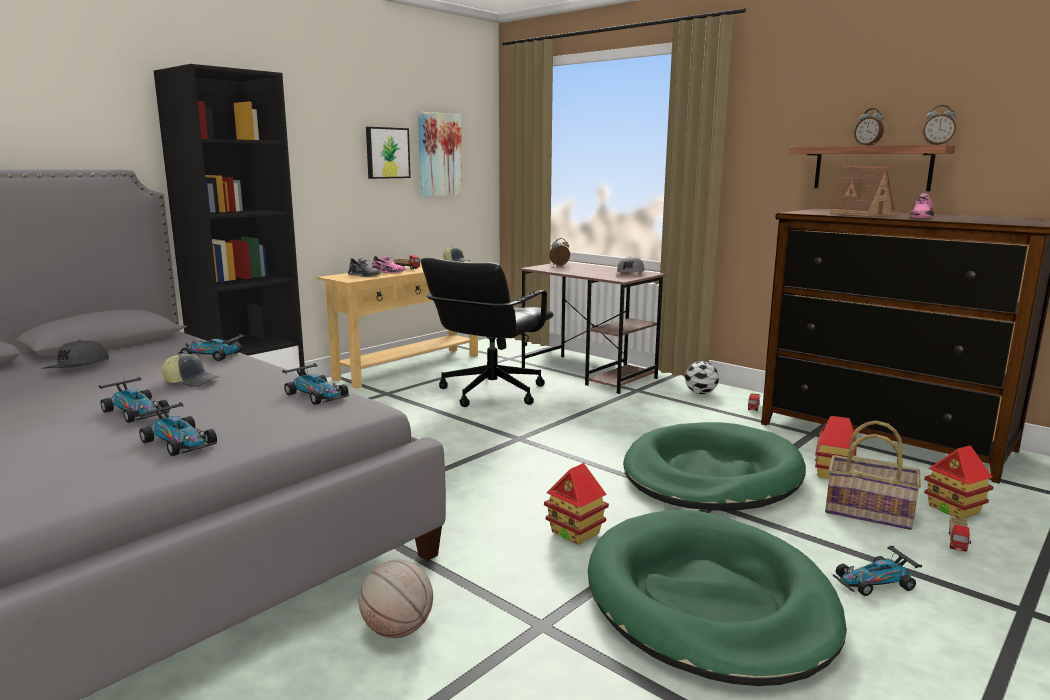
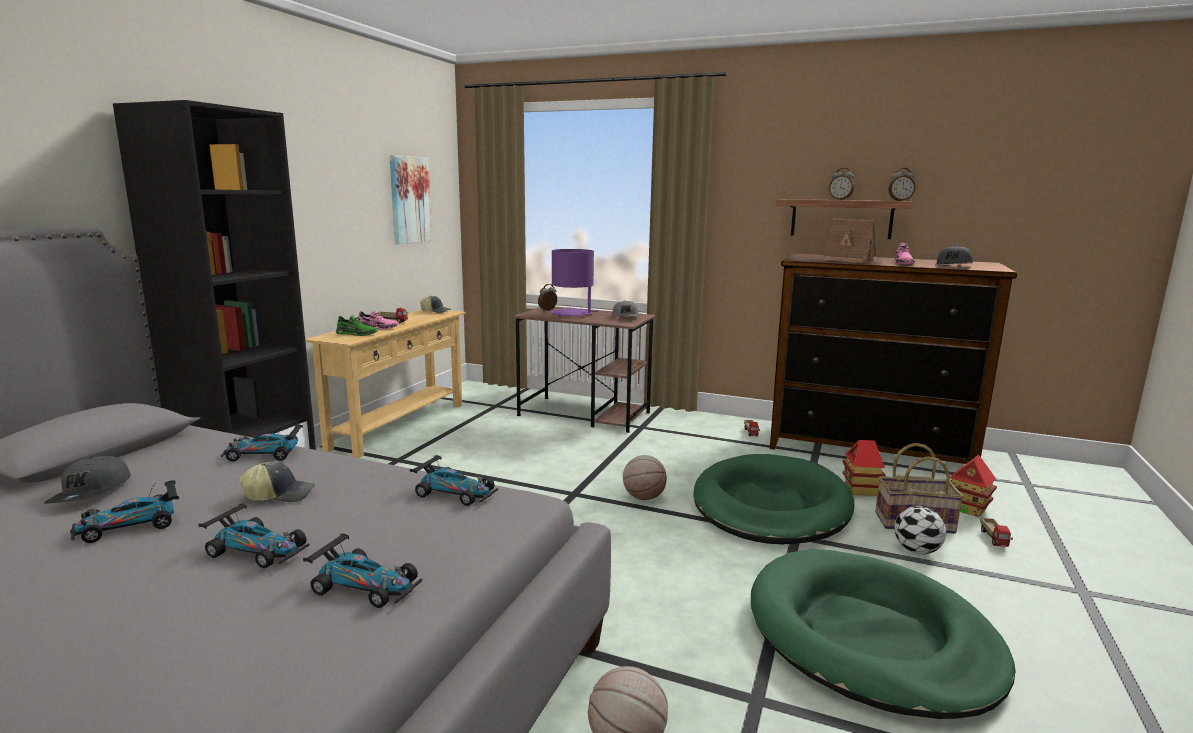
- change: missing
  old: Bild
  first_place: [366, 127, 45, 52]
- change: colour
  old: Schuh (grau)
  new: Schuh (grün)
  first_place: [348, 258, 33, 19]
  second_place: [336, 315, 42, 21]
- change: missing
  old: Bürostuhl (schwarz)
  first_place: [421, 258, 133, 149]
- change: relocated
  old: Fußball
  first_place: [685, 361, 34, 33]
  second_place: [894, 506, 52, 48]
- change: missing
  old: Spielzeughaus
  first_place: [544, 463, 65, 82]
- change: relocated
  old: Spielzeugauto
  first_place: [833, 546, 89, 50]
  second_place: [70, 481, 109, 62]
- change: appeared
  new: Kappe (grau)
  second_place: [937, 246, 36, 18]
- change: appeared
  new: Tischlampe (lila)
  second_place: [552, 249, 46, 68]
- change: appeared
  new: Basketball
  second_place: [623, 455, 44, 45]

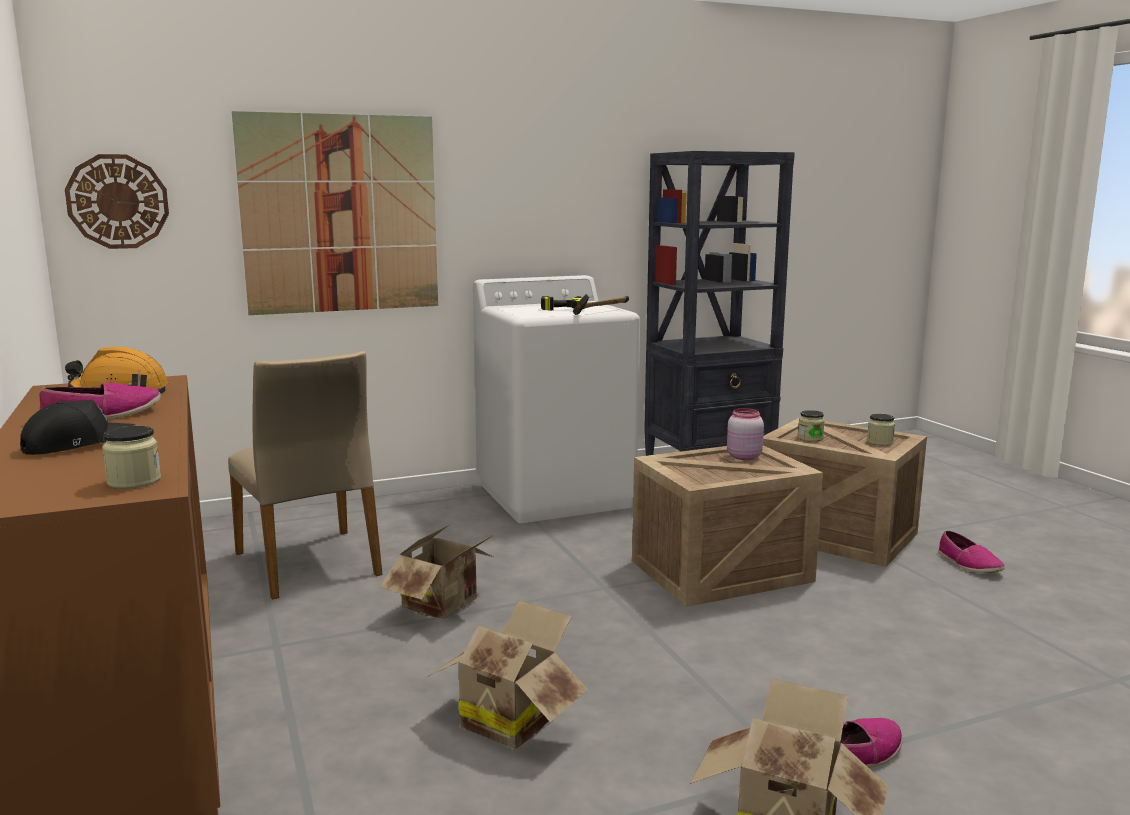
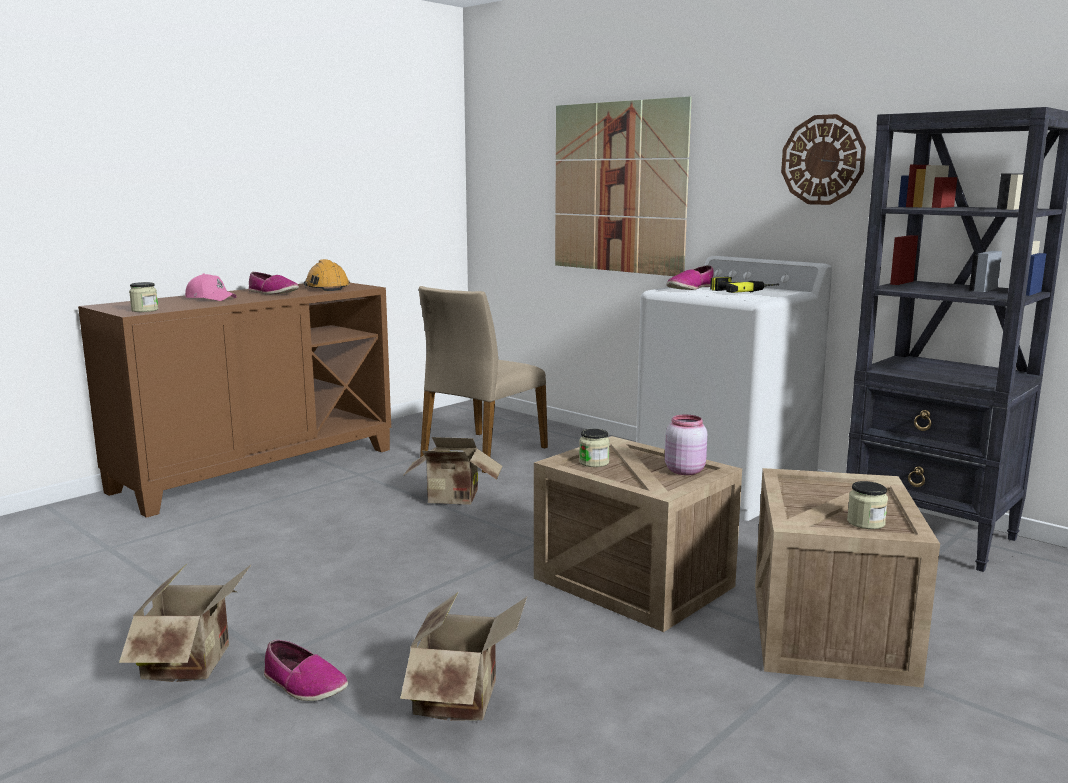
- change: relocated
  old: Wanduhr
  first_place: [65, 154, 104, 95]
  second_place: [781, 114, 85, 91]
- change: missing
  old: Hammer
  first_place: [573, 294, 56, 21]
- change: colour
  old: Kappe (schwarz)
  new: Kappe (rosa)
  first_place: [20, 400, 116, 55]
  second_place: [185, 274, 51, 27]
- change: relocated
  old: Vorratsglas
  first_place: [798, 410, 27, 32]
  second_place: [579, 429, 31, 38]
- change: relocated
  old: Schuh
  first_place: [938, 531, 67, 42]
  second_place: [667, 265, 46, 25]
- change: relocated
  old: Karton
  first_place: [429, 600, 159, 149]
  second_place: [400, 592, 127, 129]

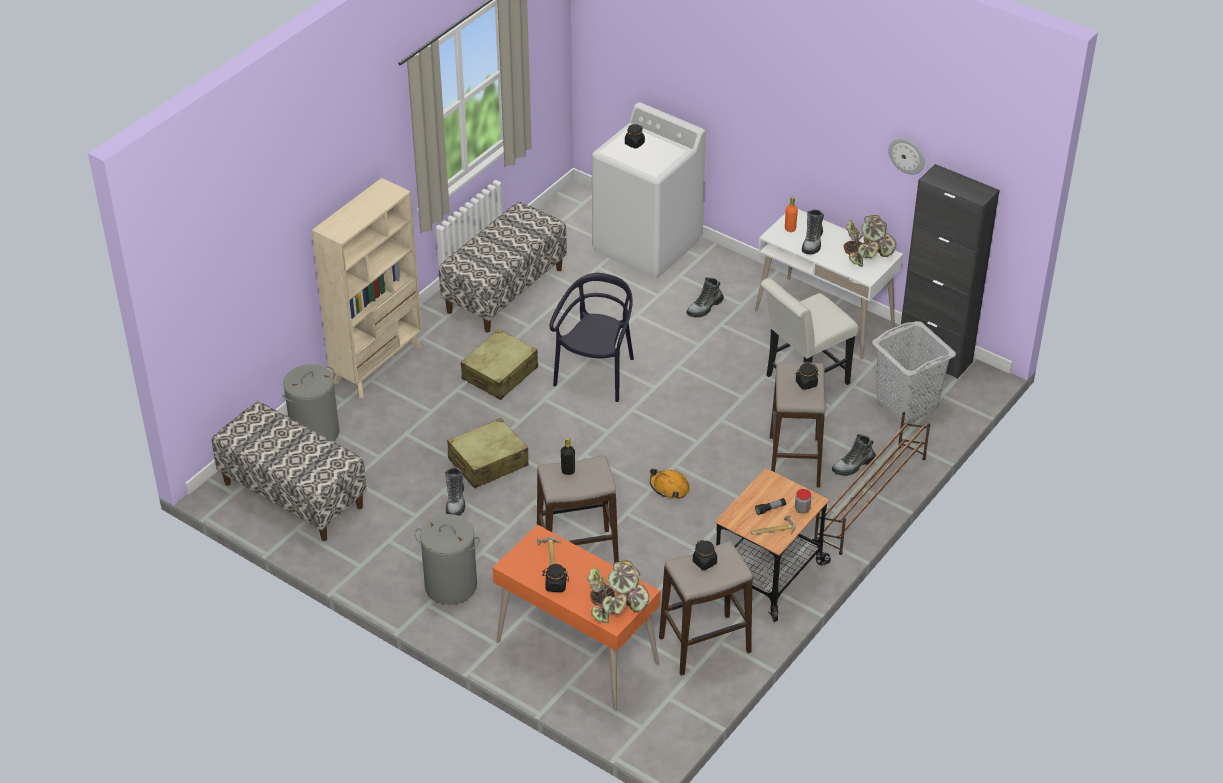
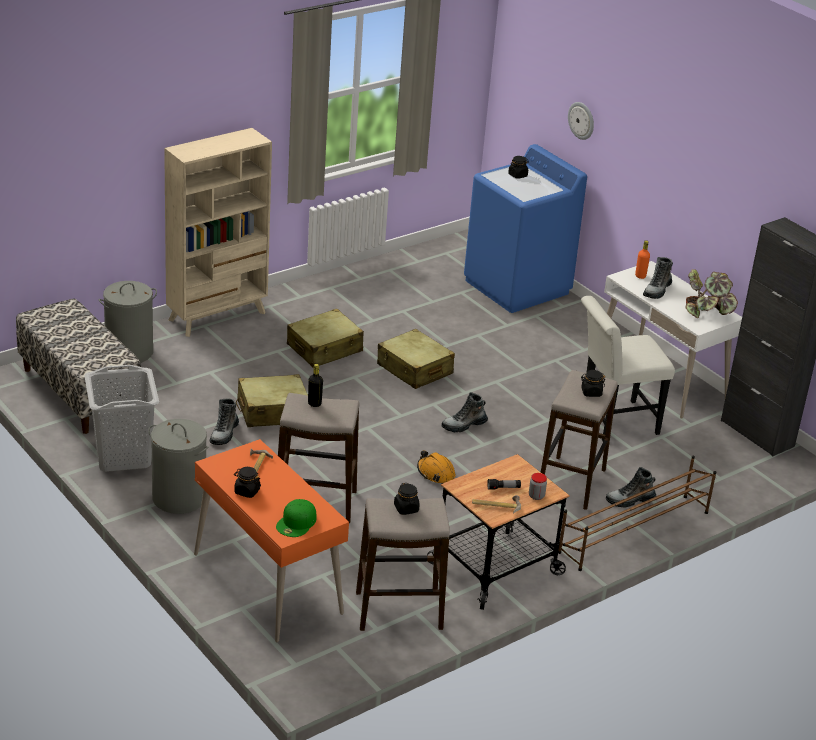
- change: colour
  old: Waschmaschine (weiß)
  new: Waschmaschine (blau)
  first_place: [592, 102, 114, 177]
  second_place: [464, 144, 123, 169]
- change: relocated
  old: Wanduhr
  first_place: [888, 138, 37, 37]
  second_place: [568, 102, 26, 38]
- change: missing
  old: Bank
  first_place: [439, 202, 128, 131]
- change: exchanged
  old: Stuhl (schwarz)
  new: Koffer (beige)
  first_place: [550, 273, 84, 129]
  second_place: [377, 329, 78, 60]
- change: relocated
  old: Stiefel
  first_place: [686, 277, 38, 40]
  second_place: [441, 392, 47, 40]
- change: relocated
  old: Wäschekorb (grau)
  first_place: [872, 321, 84, 102]
  second_place: [84, 365, 75, 107]
- change: exchanged
  old: Topfpflanze
  new: Kappe (grün)
  first_place: [587, 560, 63, 63]
  second_place: [276, 499, 41, 38]

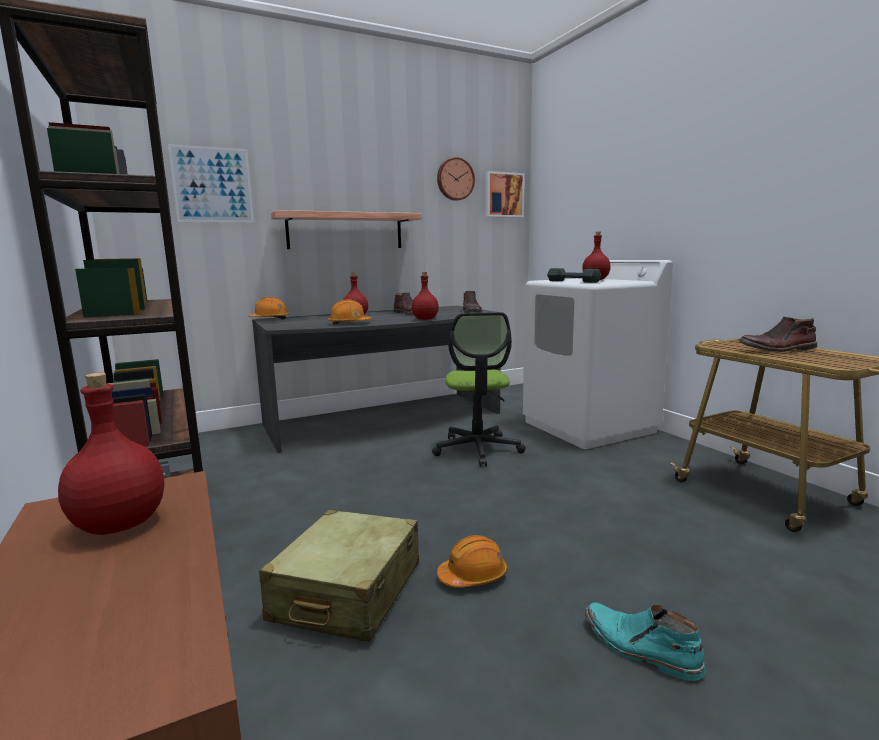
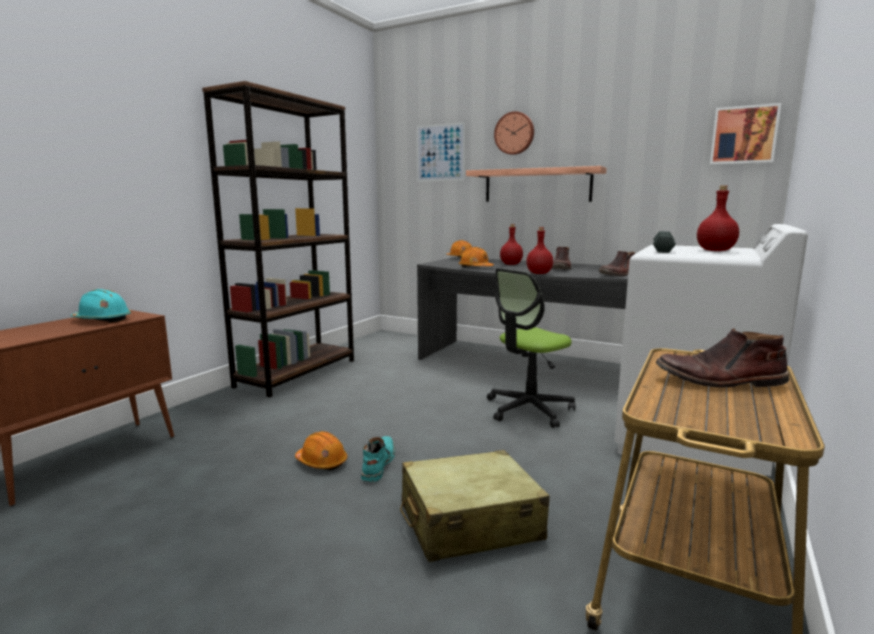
- change: relocated
  old: Wanduhr
  first_place: [437, 157, 38, 44]
  second_place: [494, 111, 40, 44]
- change: spun
  old: Stiefel (braun)
  first_place: [739, 317, 78, 35]
  second_place: [656, 328, 133, 60]
  degrees: -45
- change: exchanged
  old: Flasche (rot)
  new: Schutzhelm (türkis)
  first_place: [58, 373, 106, 162]
  second_place: [71, 289, 60, 34]
- change: relocated
  old: Koffer (beige)
  first_place: [259, 510, 160, 132]
  second_place: [400, 450, 150, 112]
- change: relocated
  old: Stiefel (türkis)
  first_place: [585, 603, 121, 78]
  second_place: [361, 436, 34, 46]

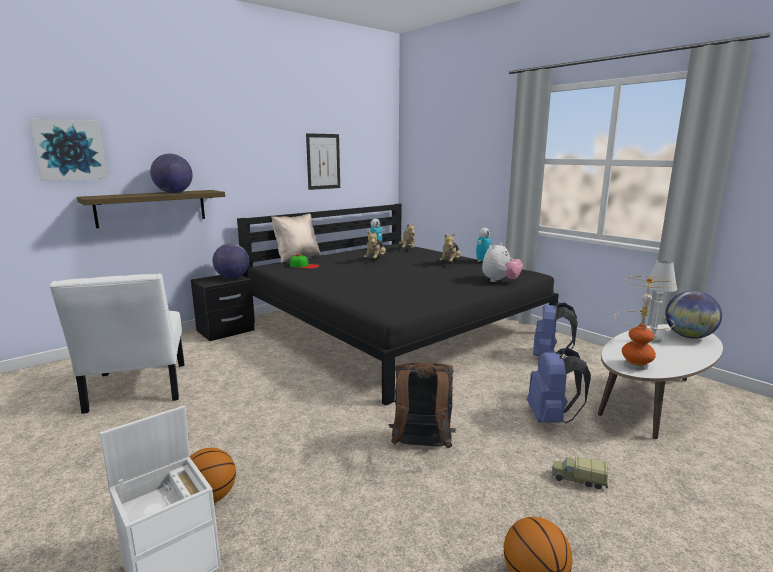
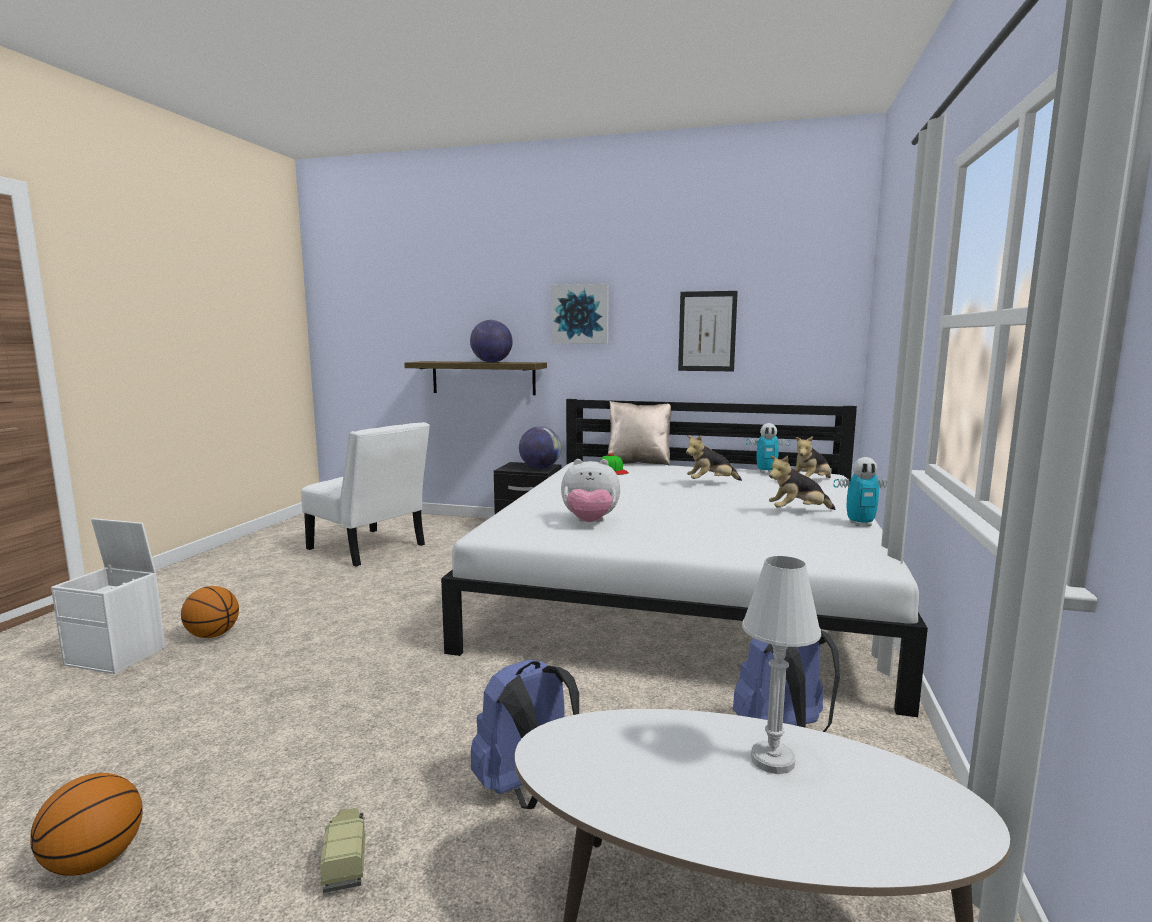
- change: relocated
  old: Bild
  first_place: [29, 119, 79, 62]
  second_place: [551, 284, 58, 60]
- change: colour
  old: Bett (schwarz)
  new: Bett (weiß)
  first_place: [237, 204, 322, 202]
  second_place: [441, 399, 487, 318]
- change: relocated
  old: Plüschtier
  first_place: [482, 243, 41, 39]
  second_place: [561, 459, 59, 63]
- change: spun
  old: Stuhl (weiß)
  first_place: [49, 273, 136, 141]
  second_place: [301, 422, 129, 144]
  degrees: -90
- change: missing
  old: Tischlampe
  first_place: [614, 276, 61, 94]
- change: missing
  old: Globus
  first_place: [665, 291, 57, 48]
- change: missing
  old: Rucksack (braun)
  first_place: [389, 363, 67, 85]

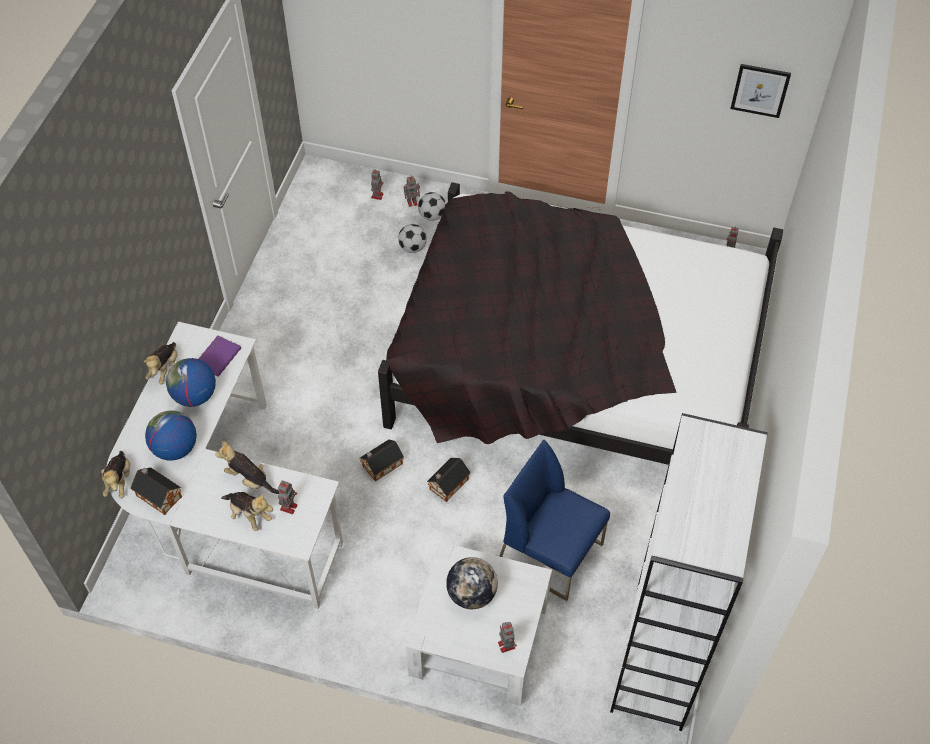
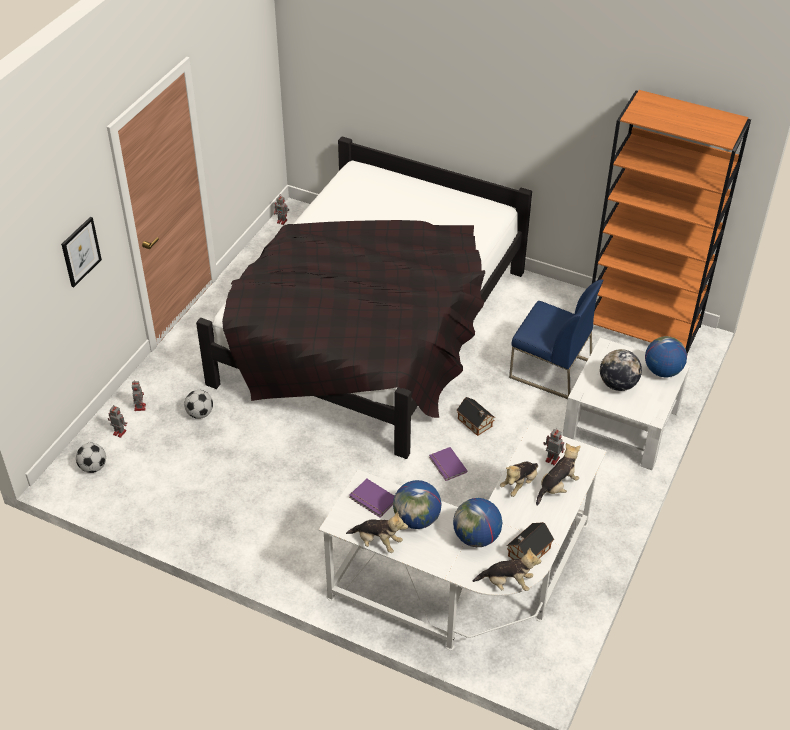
- change: relocated
  old: Bild
  first_place: [730, 64, 61, 54]
  second_place: [61, 217, 41, 70]
- change: relocated
  old: Fußball
  first_place: [418, 192, 28, 29]
  second_place: [76, 443, 30, 30]
- change: colour
  old: Bücherregal (weiß)
  new: Bücherregal (orange)
  first_place: [610, 413, 158, 318]
  second_place: [592, 90, 159, 264]
- change: exchanged
  old: Spielzeughaus
  new: Buch (lila)
  first_place: [360, 439, 44, 43]
  second_place: [429, 447, 39, 34]
- change: spun
  old: Stuhl (blau)
  first_place: [499, 439, 111, 162]
  second_place: [509, 279, 94, 120]
  degrees: -105
- change: exchanged
  old: Spielzeugroboter
  new: Globus
  first_place: [498, 622, 19, 31]
  second_place: [645, 336, 42, 41]

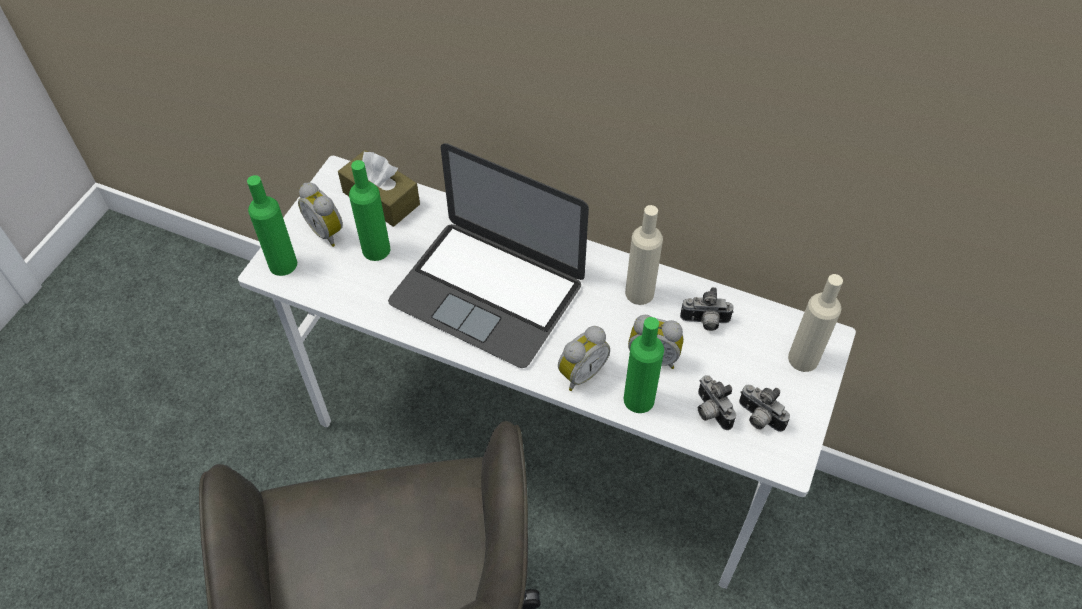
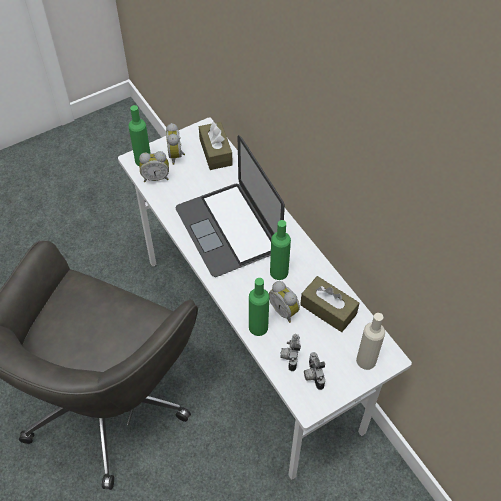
- change: relocated
  old: Flasche (grün)
  first_place: [349, 160, 41, 101]
  second_place: [270, 220, 21, 60]
- change: missing
  old: Flasche (beige)
  first_place: [625, 205, 38, 100]
- change: exchanged
  old: Kamera
  new: Taschentuchbox (braun)
  first_place: [680, 287, 54, 44]
  second_place: [300, 276, 59, 56]
- change: relocated
  old: Wecker
  first_place: [558, 326, 52, 65]
  second_place: [139, 151, 30, 31]

